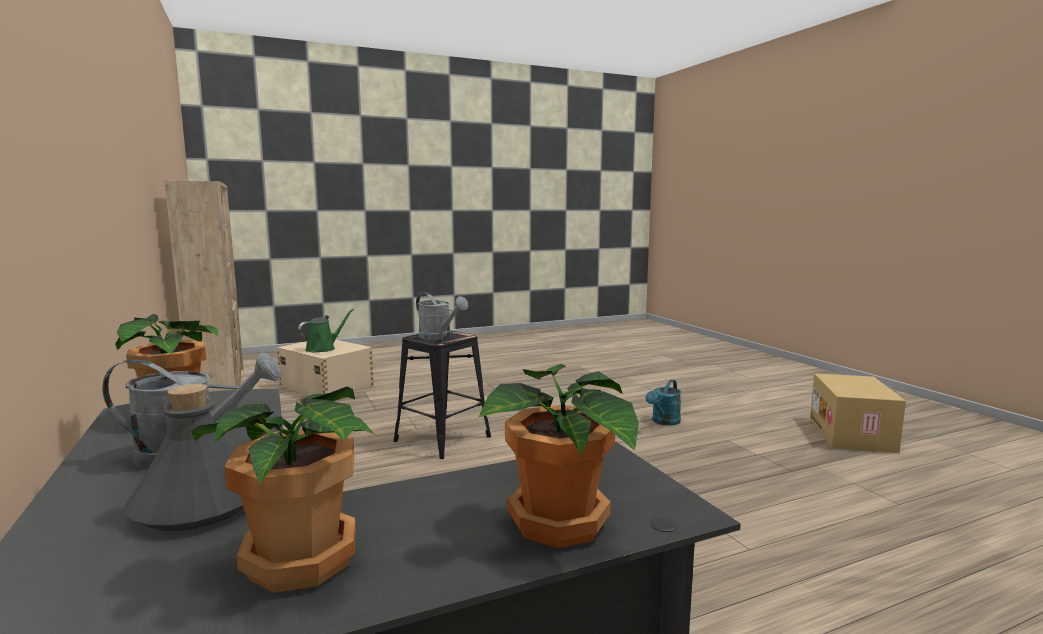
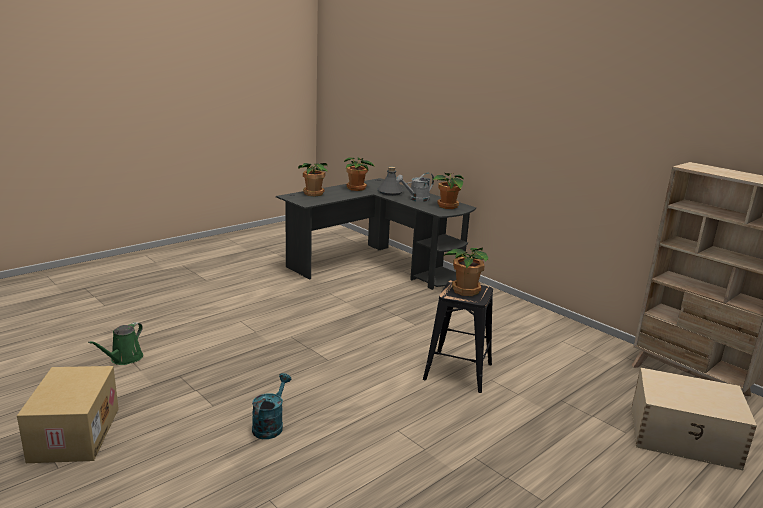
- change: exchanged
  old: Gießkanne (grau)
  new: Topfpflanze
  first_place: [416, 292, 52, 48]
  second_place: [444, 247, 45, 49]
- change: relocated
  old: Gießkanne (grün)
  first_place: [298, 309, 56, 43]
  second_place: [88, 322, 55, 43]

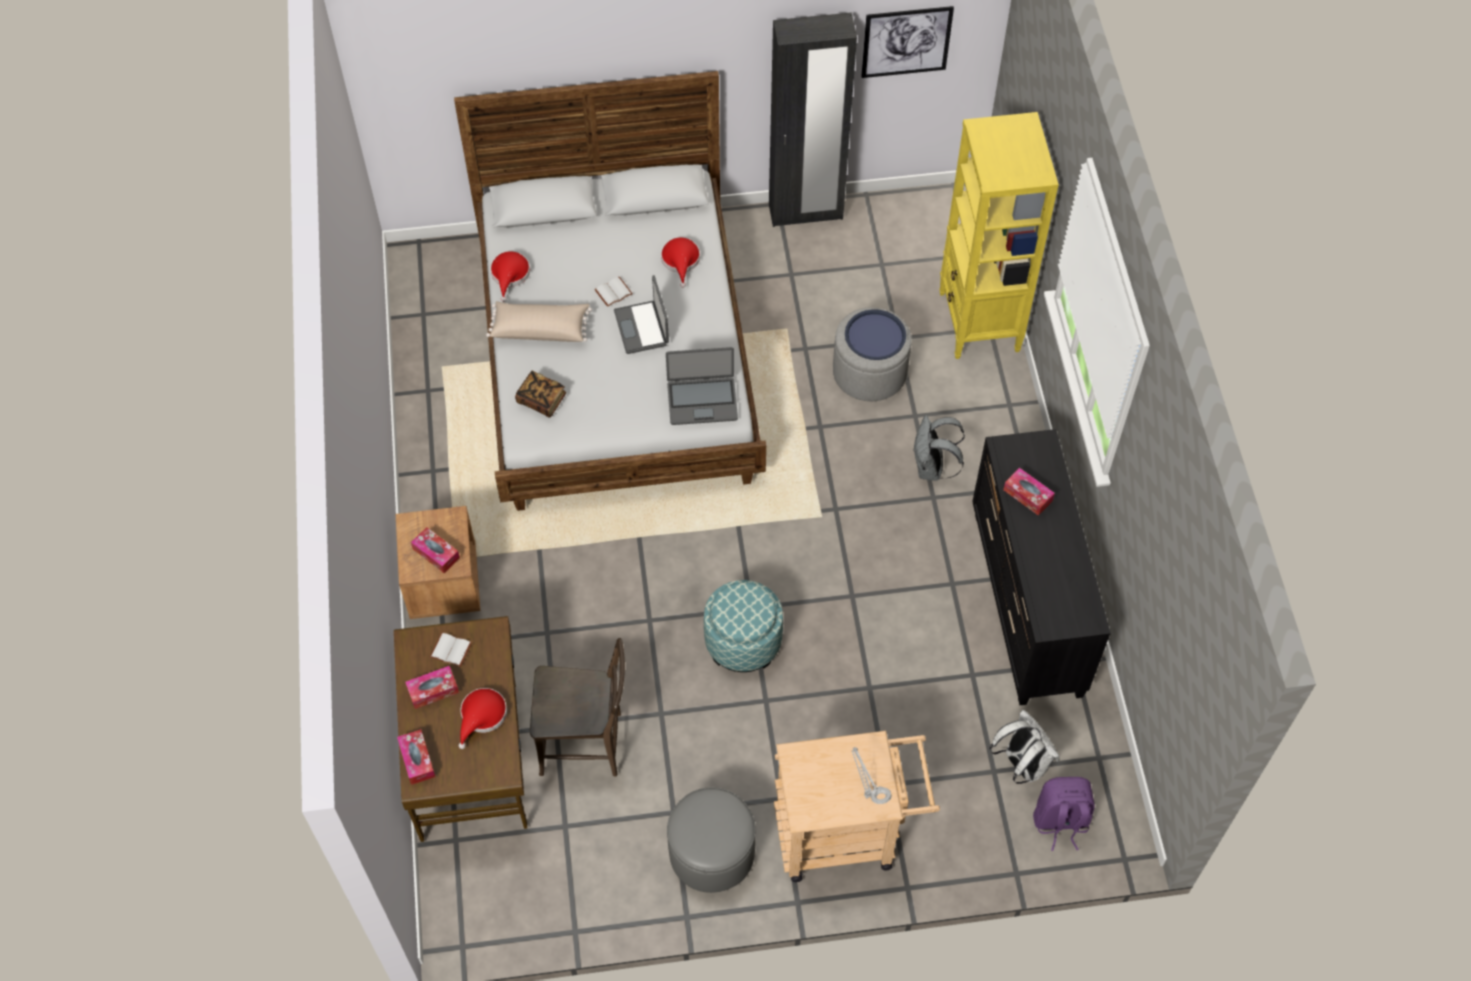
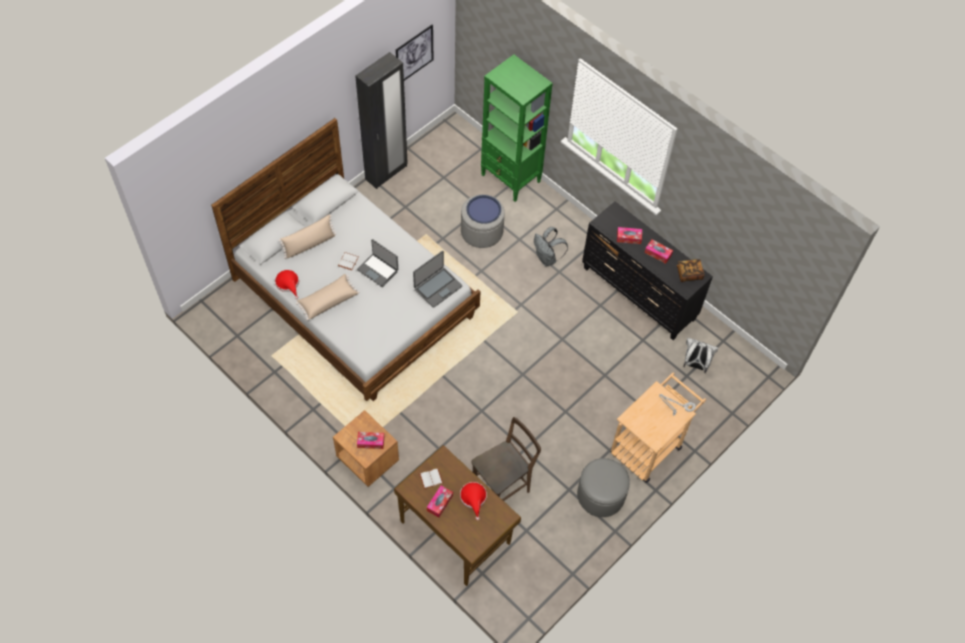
- change: colour
  old: Bücherregal (gelb)
  new: Bücherregal (grün)
  first_place: [939, 112, 120, 247]
  second_place: [481, 54, 72, 148]
- change: missing
  old: Hut (rot)
  first_place: [661, 238, 39, 50]
- change: relocated
  old: Buch
  first_place: [515, 371, 51, 47]
  second_place: [677, 259, 27, 23]
- change: missing
  old: Polsterhocker
  first_place: [704, 580, 79, 92]
- change: relocated
  old: Taschentuchbox
  first_place: [397, 729, 38, 56]
  second_place: [645, 240, 28, 24]
- change: missing
  old: Rucksack (lila)
  first_place: [1033, 777, 62, 74]
- change: appeared
  new: Kissen (beige)
  second_place: [279, 214, 57, 45]

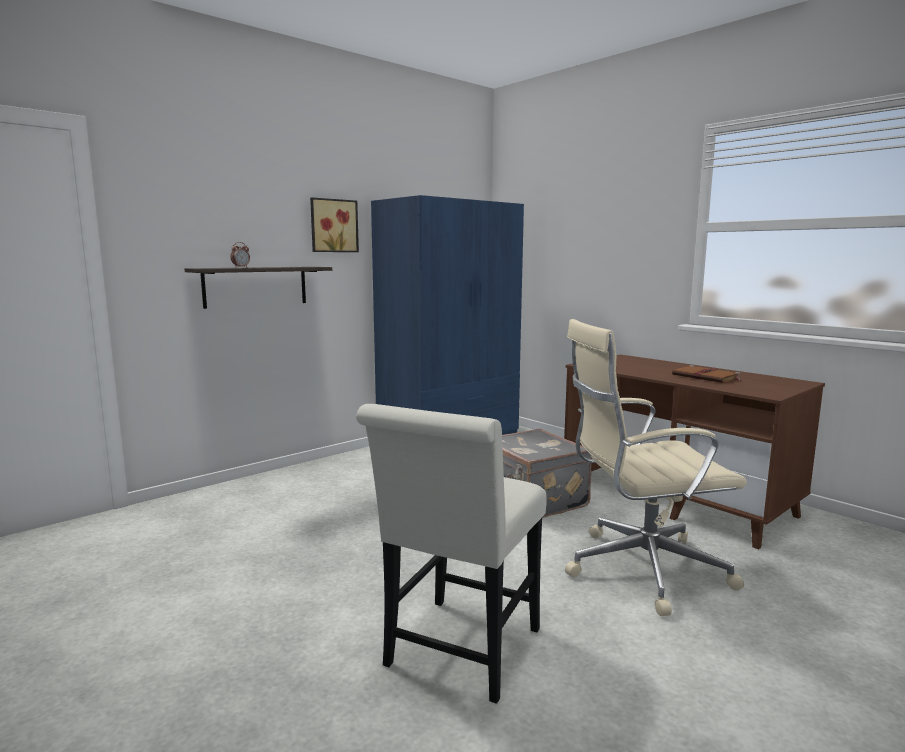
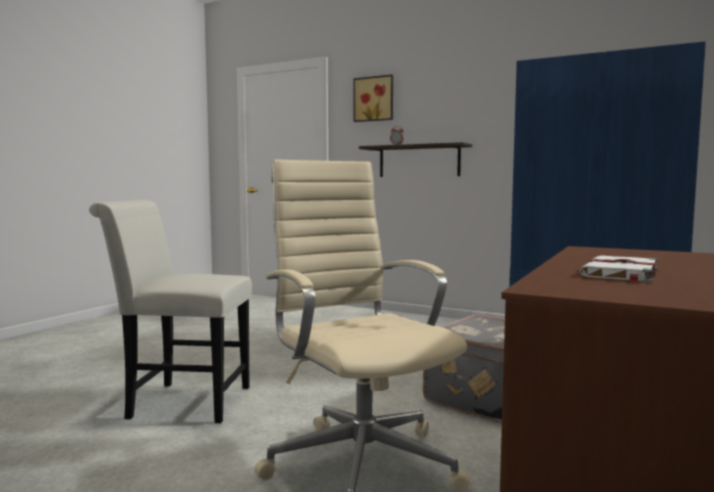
- change: relocated
  old: Bild
  first_place: [310, 197, 49, 55]
  second_place: [353, 75, 40, 47]
- change: colour
  old: Buch (braun)
  new: Buch (weiß)
  first_place: [672, 365, 68, 18]
  second_place: [580, 255, 78, 28]

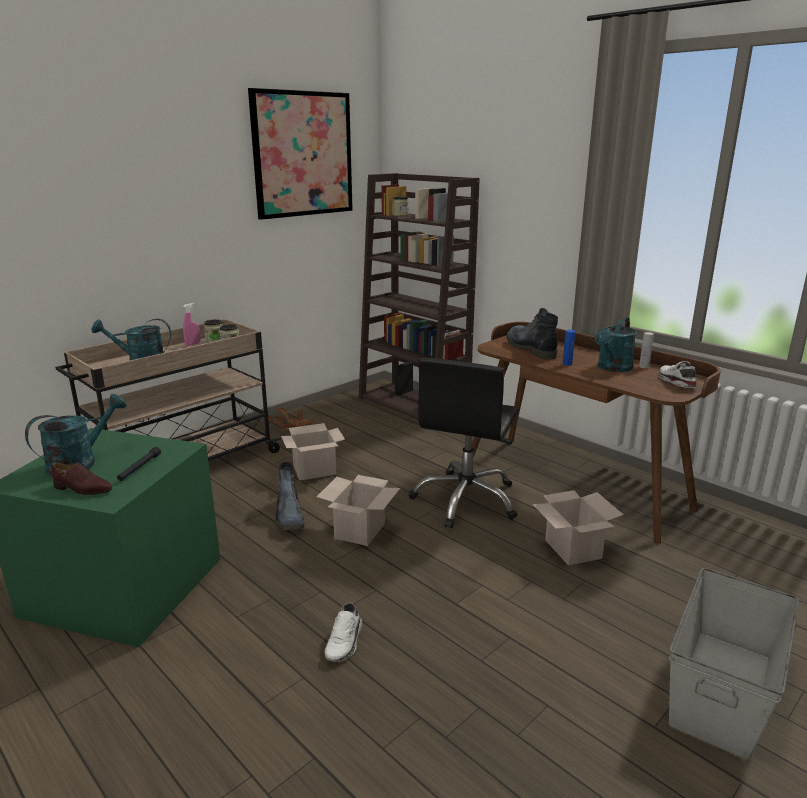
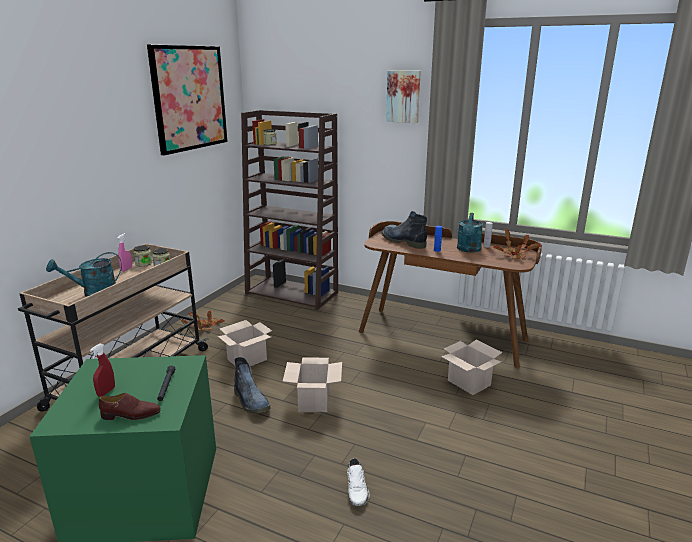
- change: missing
  old: Bürostuhl (schwarz)
  first_place: [409, 357, 110, 171]
- change: exchanged
  old: Schuh (weiß)
  new: Topfpflanze
  first_place: [659, 361, 38, 27]
  second_place: [493, 229, 48, 30]
- change: exchanged
  old: Gießkanne (türkis)
  new: Sprühflasche (rot)
  first_place: [25, 394, 101, 82]
  second_place: [90, 344, 25, 53]
- change: missing
  old: Aufbewahrungsbox (grau)
  first_place: [669, 568, 130, 192]
- change: appeared
  new: Bild
  second_place: [386, 70, 35, 53]

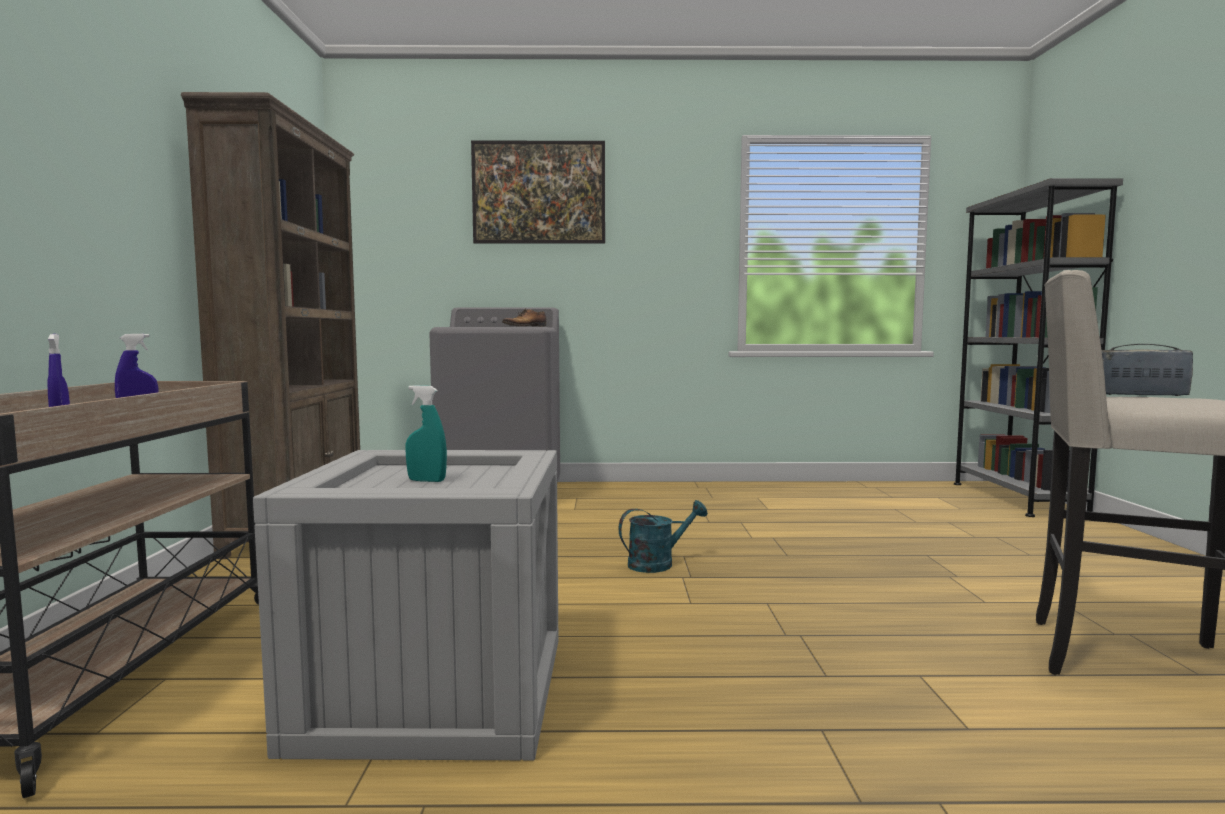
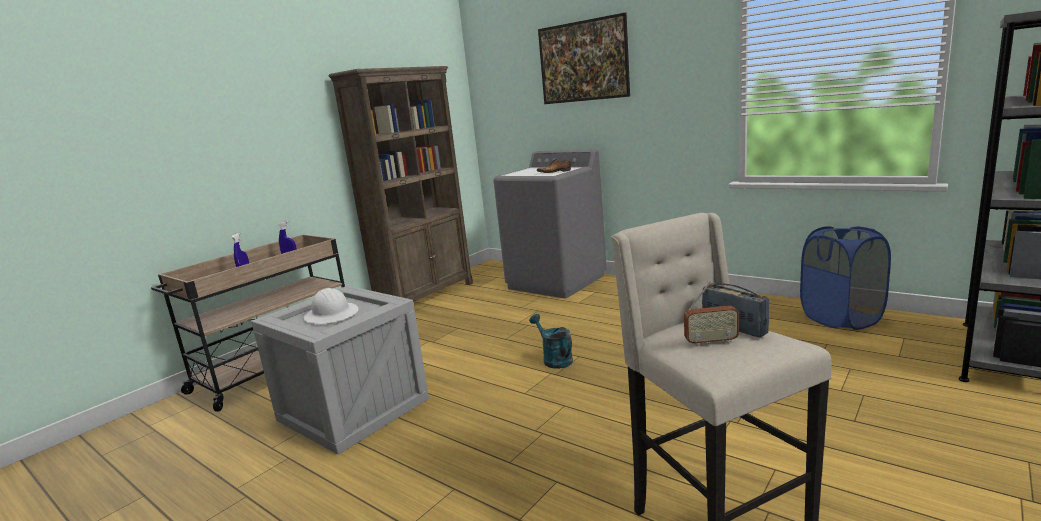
- change: exchanged
  old: Sprühflasche (türkis)
  new: Schutzhelm (weiß)
  first_place: [405, 385, 42, 97]
  second_place: [304, 288, 54, 36]
- change: spun
  old: Gießkanne (türkis)
  first_place: [619, 500, 89, 73]
  second_place: [529, 314, 44, 55]
  degrees: -135
- change: appeared
  new: Wäschekorb (blau)
  second_place: [800, 226, 91, 104]
- change: appeared
  new: Radio
  second_place: [684, 281, 55, 66]

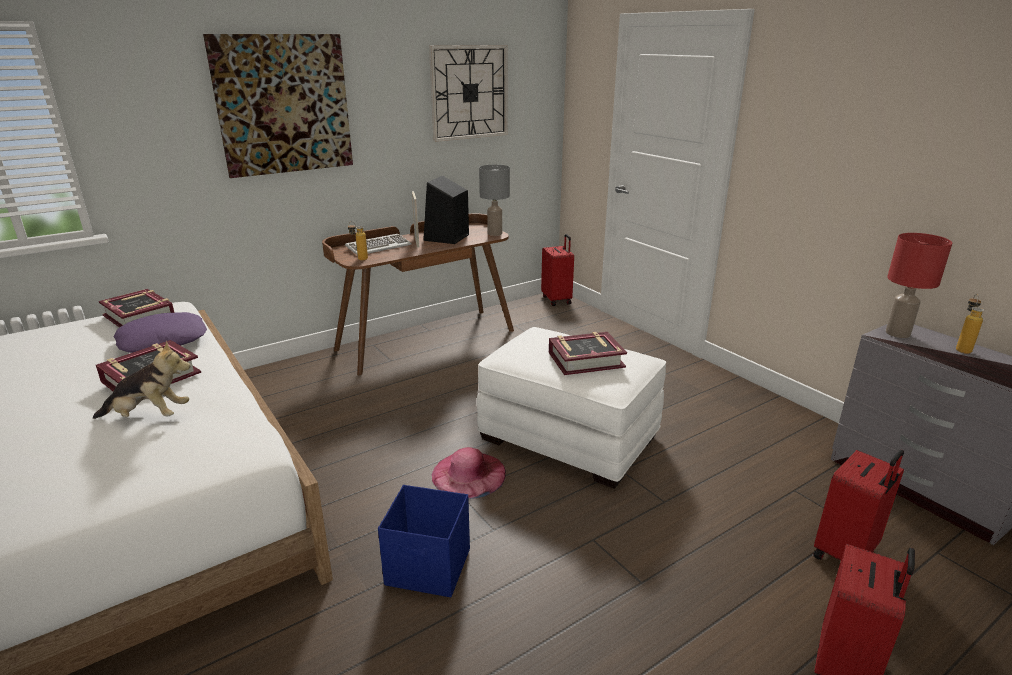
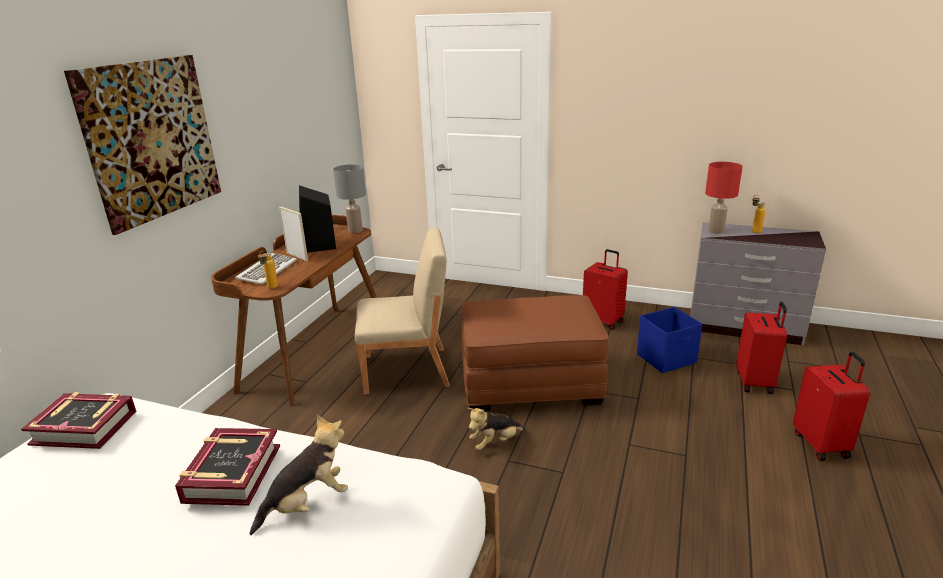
- change: missing
  old: Wanduhr
  first_place: [429, 45, 79, 97]
- change: relocated
  old: Koffer (rot)
  first_place: [541, 234, 33, 72]
  second_place: [583, 249, 45, 81]
- change: missing
  old: Kissen (lila)
  first_place: [114, 312, 93, 41]
- change: colour
  old: Polsterhocker (weiß)
  new: Polsterhocker (braun)
  first_place: [477, 327, 189, 162]
  second_place: [462, 295, 146, 116]
- change: missing
  old: Buch
  first_place: [549, 332, 78, 43]
- change: exchanged
  old: Hut (rosa)
  new: Plüschtier
  first_place: [431, 447, 75, 52]
  second_place: [468, 408, 58, 42]
- change: relocated
  old: Aufbewahrungsbox (blau)
  first_place: [378, 485, 92, 112]
  second_place: [637, 307, 65, 66]
- change: appeared
  new: Stuhl (beige)
  second_place: [355, 228, 95, 167]

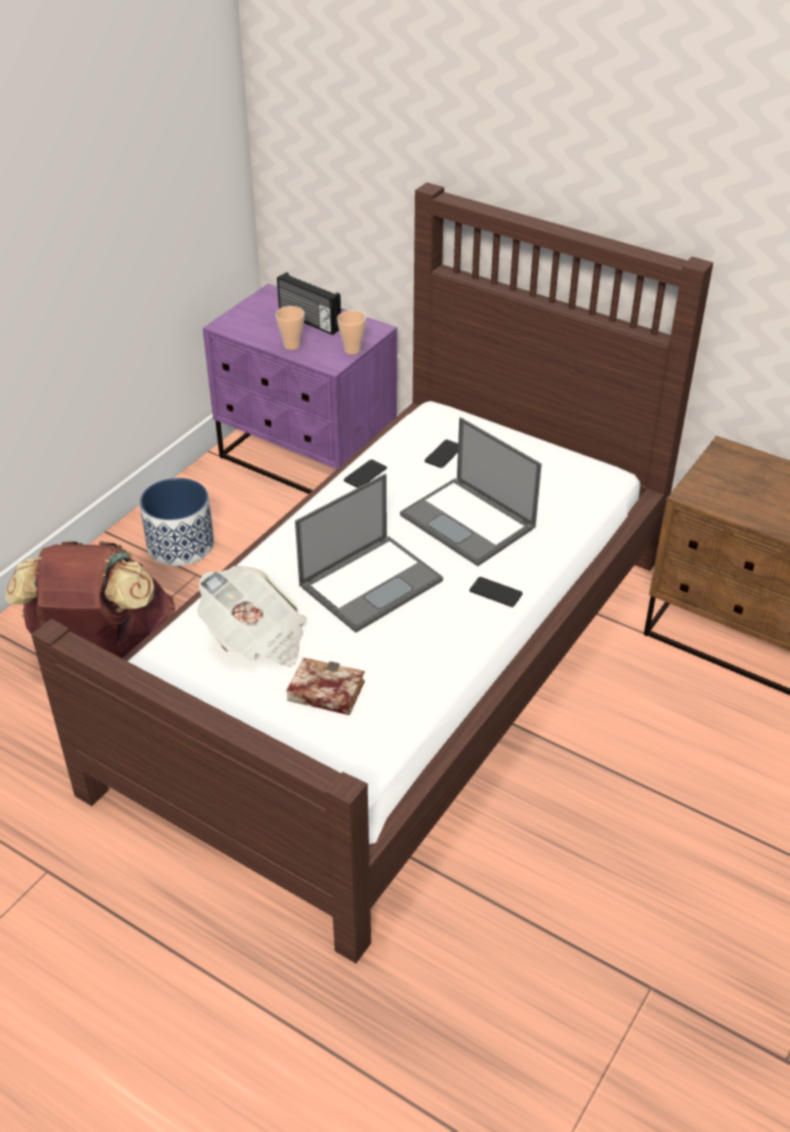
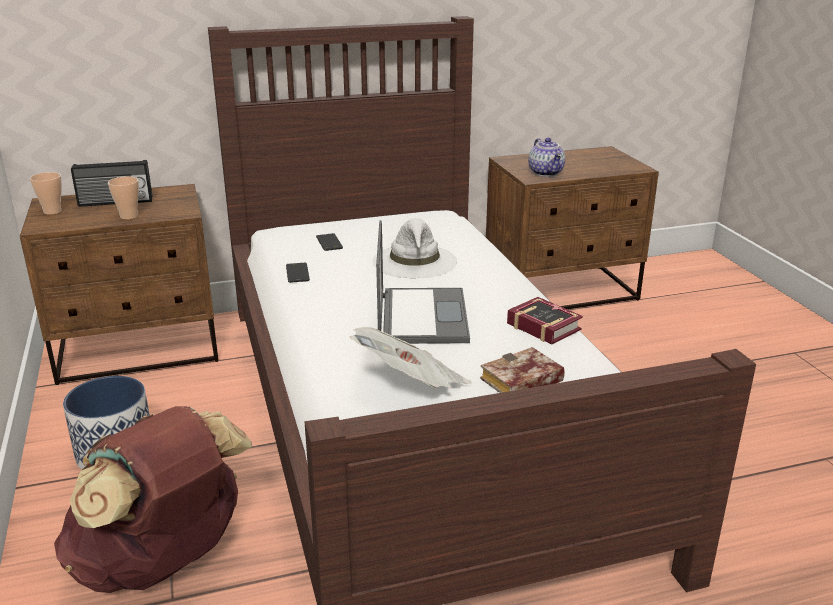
- change: colour
  old: Nachttisch (lila)
  new: Nachttisch (braun)
  first_place: [203, 284, 194, 210]
  second_place: [20, 184, 199, 201]
- change: relocated
  old: Tasse
  first_place: [337, 310, 29, 44]
  second_place: [30, 172, 32, 43]
- change: exchanged
  old: Laptop
  new: Hut (weiß)
  first_place: [400, 417, 142, 149]
  second_place: [373, 218, 84, 60]
- change: missing
  old: Handy
  first_place: [469, 577, 54, 30]
- change: appeared
  new: Teekanne
  second_place: [528, 138, 37, 39]
- change: appeared
  new: Buch
  second_place: [507, 297, 76, 47]

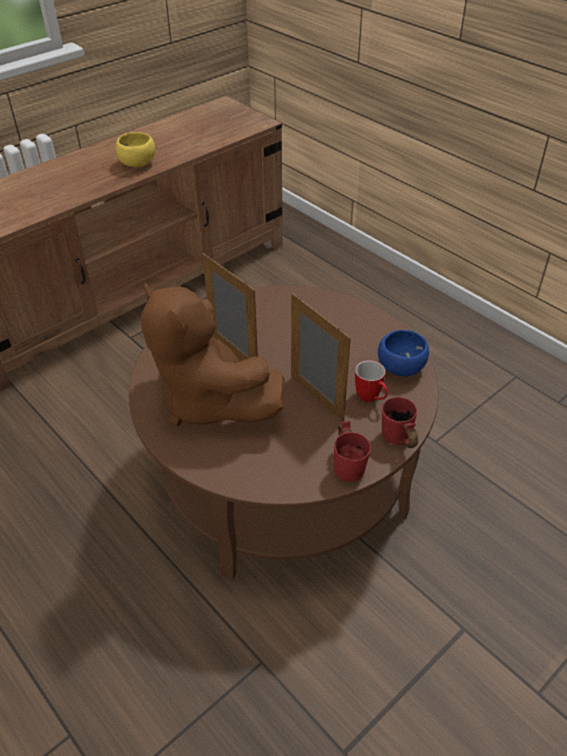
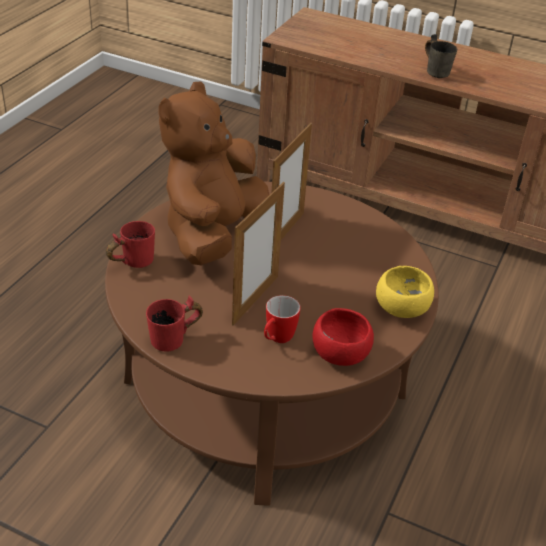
- change: relocated
  old: Schüssel (gelb)
  first_place: [115, 132, 40, 35]
  second_place: [376, 266, 58, 52]
- change: colour
  old: Schüssel (blau)
  new: Schüssel (rot)
  first_place: [378, 330, 51, 46]
  second_place: [313, 308, 61, 58]
- change: relocated
  old: Henkelbecher (rot)
  first_place: [382, 397, 36, 51]
  second_place: [106, 221, 49, 47]
- change: appeared
  new: Henkelbecher (grau)
  second_place: [425, 34, 32, 44]

